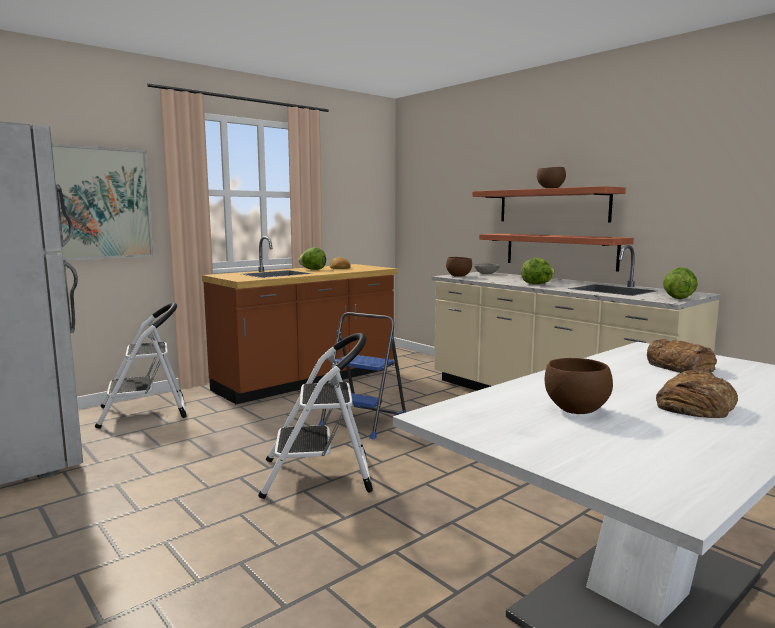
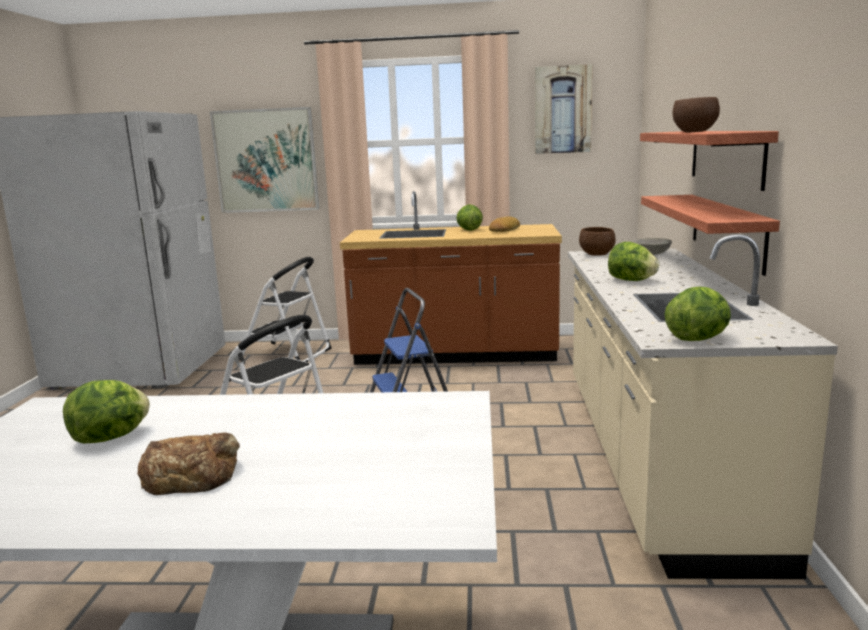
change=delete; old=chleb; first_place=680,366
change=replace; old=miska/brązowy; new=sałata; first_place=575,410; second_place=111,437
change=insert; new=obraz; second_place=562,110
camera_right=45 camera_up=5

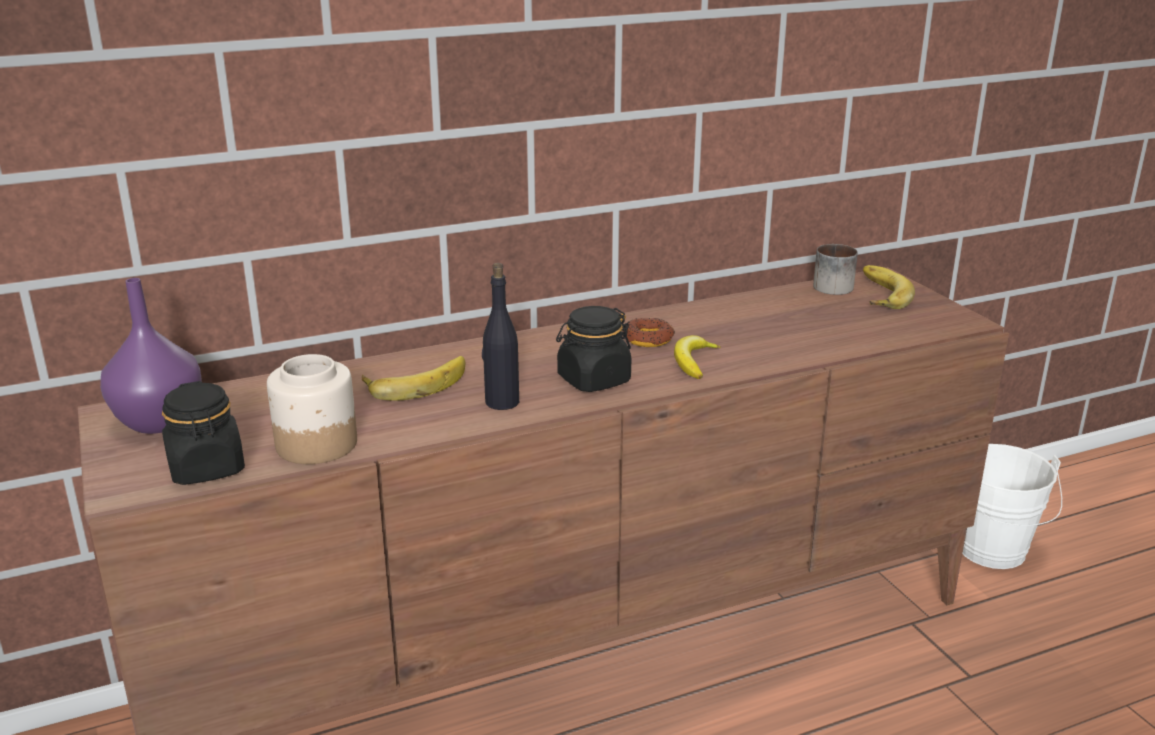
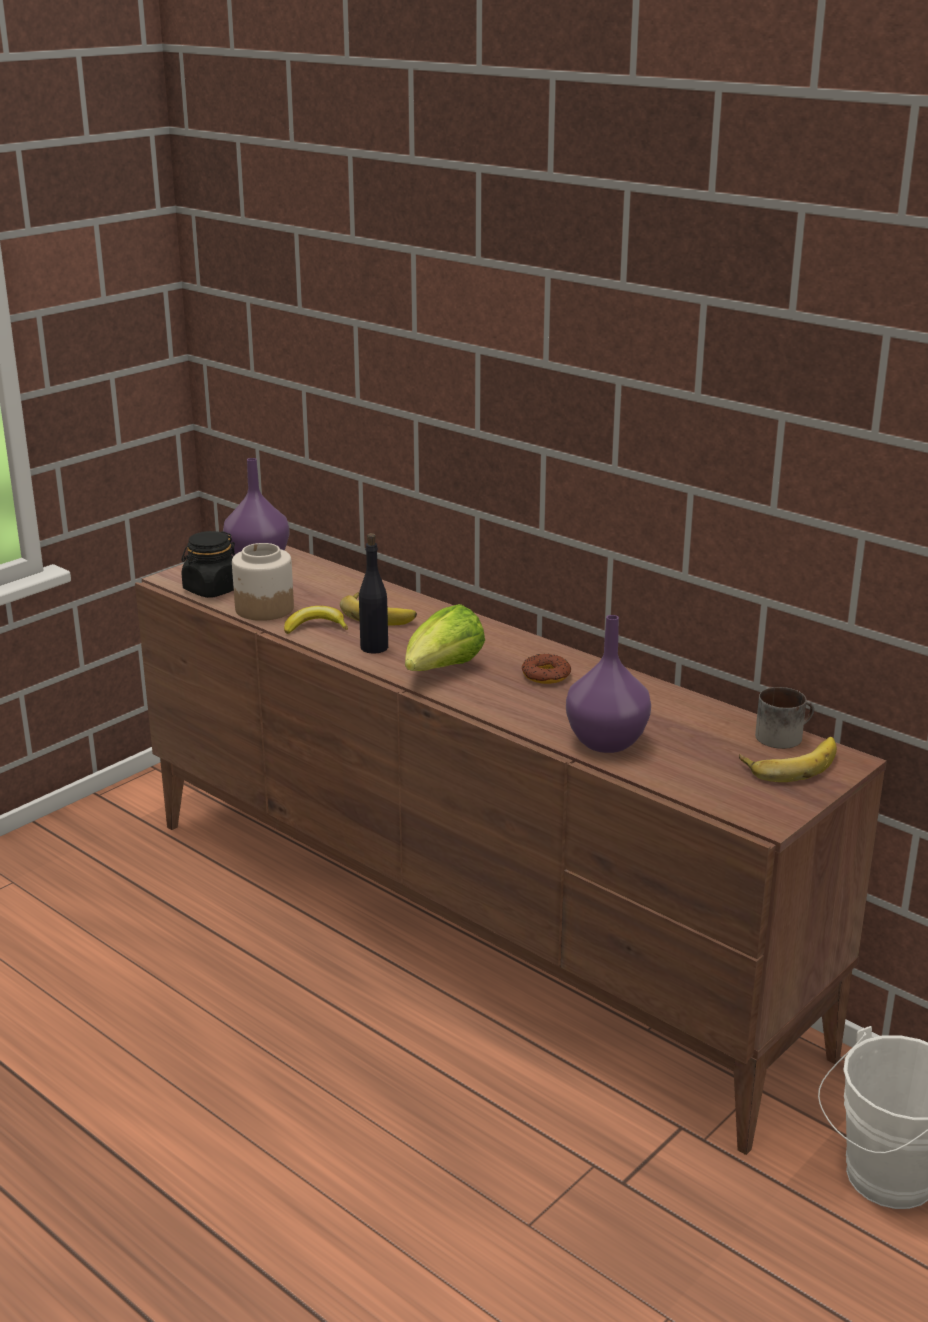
change=replace; old=słoik/czarny; new=sałata; first_place=593,380; second_place=443,670
change=move; old=banan; first_place=693,362; second_place=316,627
change=insert; new=wazon/fioletowy; second_place=604,742
camera_right=65 camera_up=0

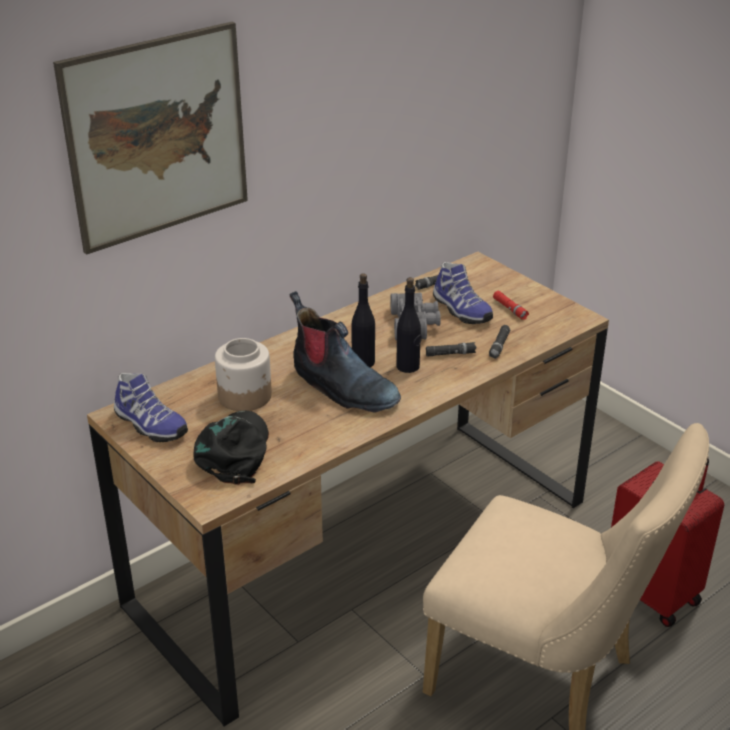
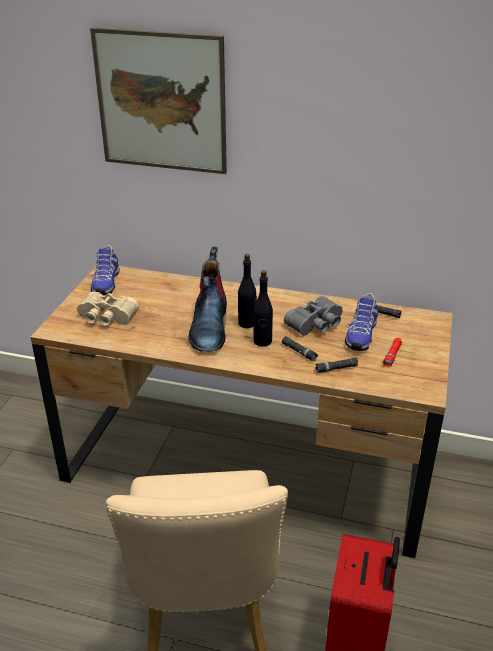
change=delete; old=słoik; first_place=245,396
change=replace; old=czapka z daszkiem/czarny; new=lornetka/beżowy; first_place=234,451; second_place=106,318
camera_right=55 camera_up=0

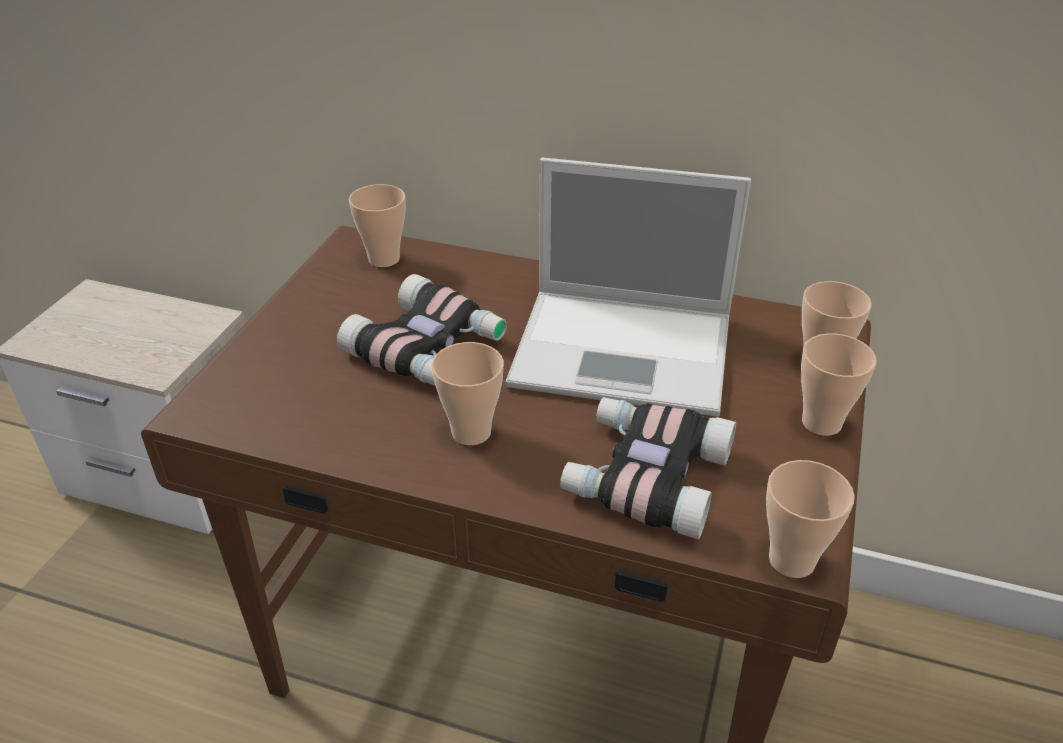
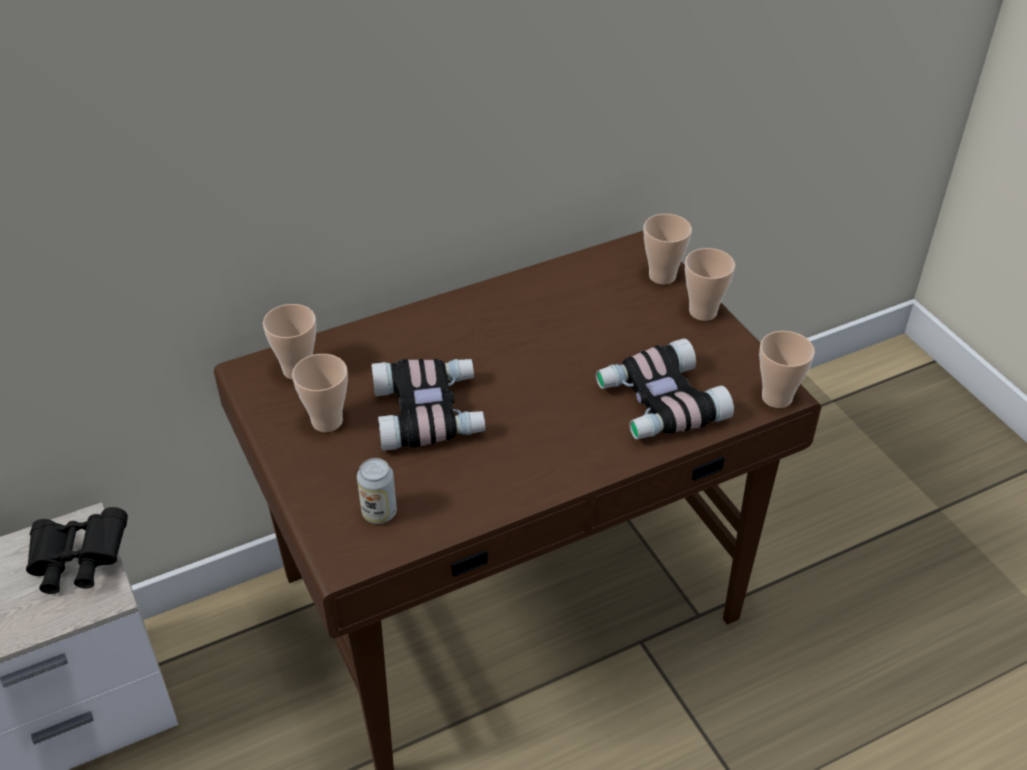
change=delete; old=laptop; first_place=627,351
change=move; old=filiżanka; first_place=471,432; second_place=327,421
change=insert; new=puszka; second_place=379,512
change=insert; new=lornetka/czarny; second_place=78,563
camera_right=-45 camera_up=5

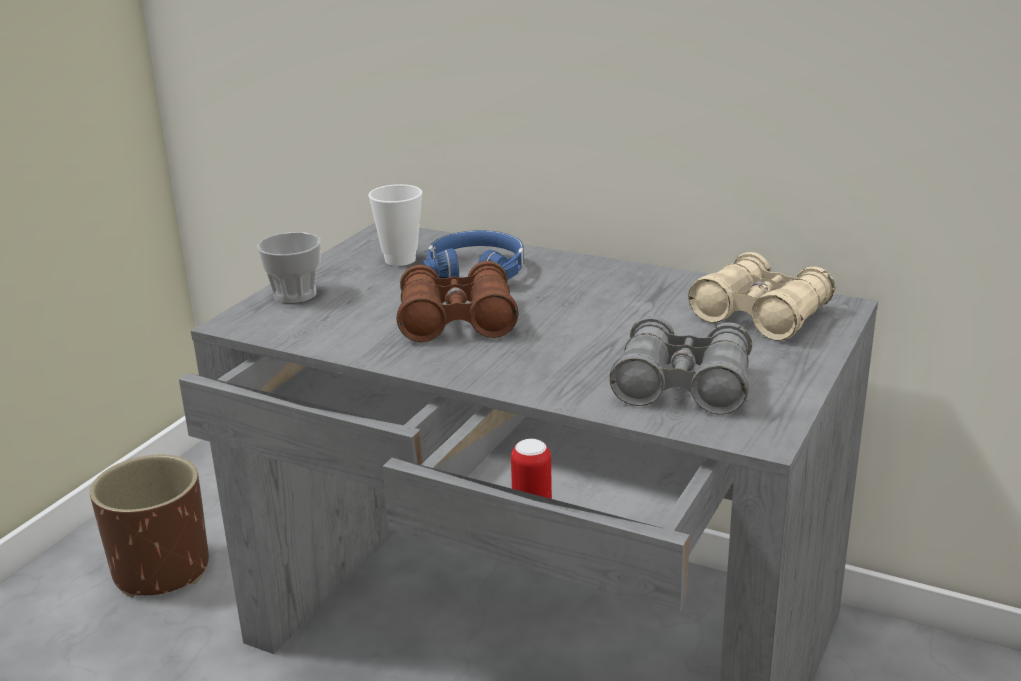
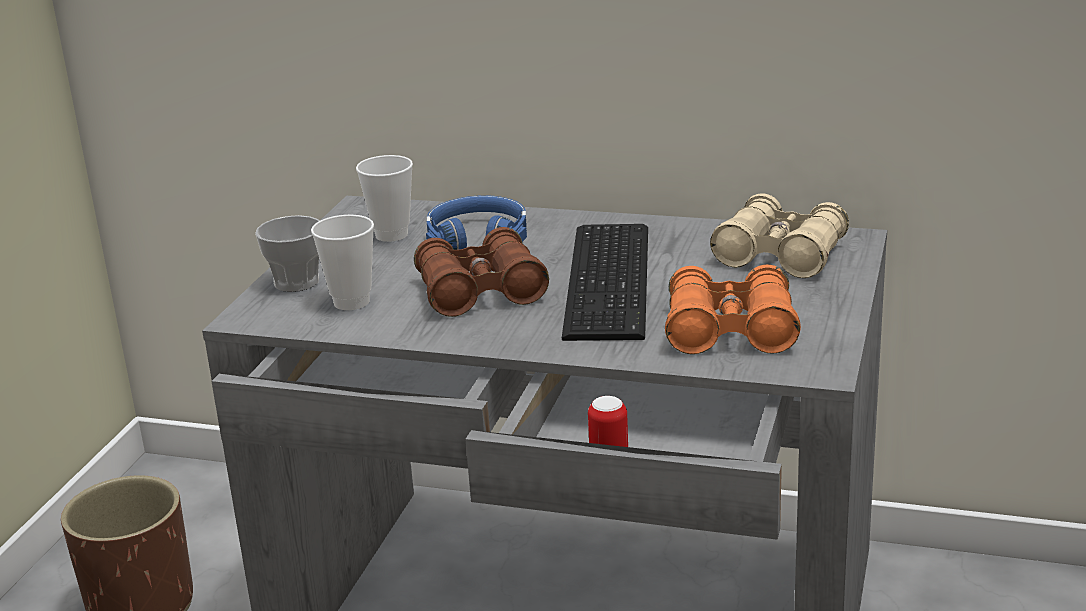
change=recolor; old=lornetka/szary; new=lornetka/pomarańczowy; first_place=683,386; second_place=730,331
change=insert; new=filiżanka; second_place=351,302
change=insert; new=klawiatura; second_place=612,279
camera_right=-10 camera_up=0

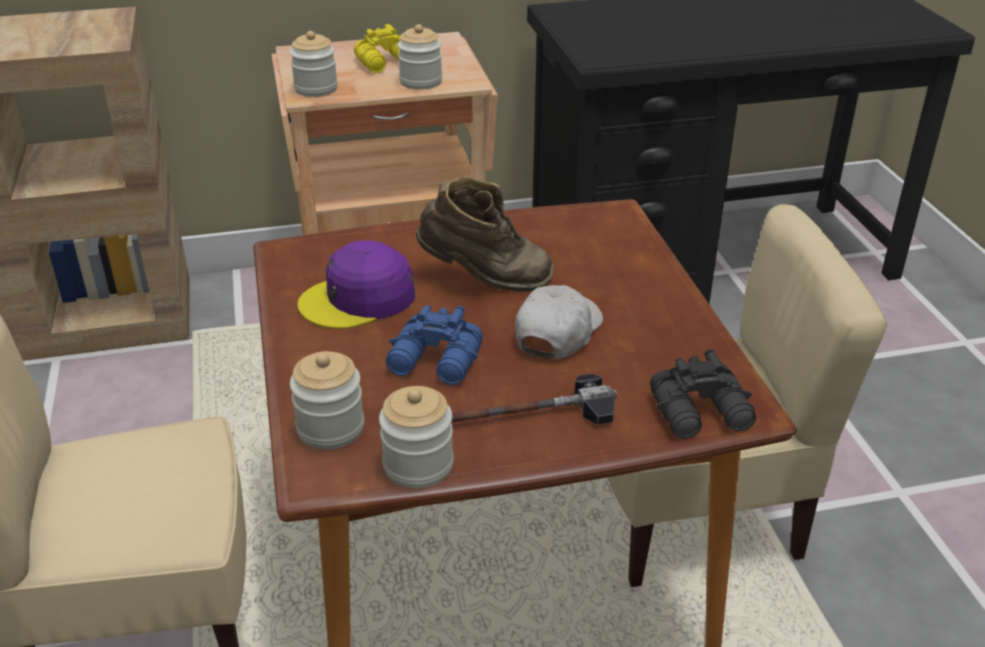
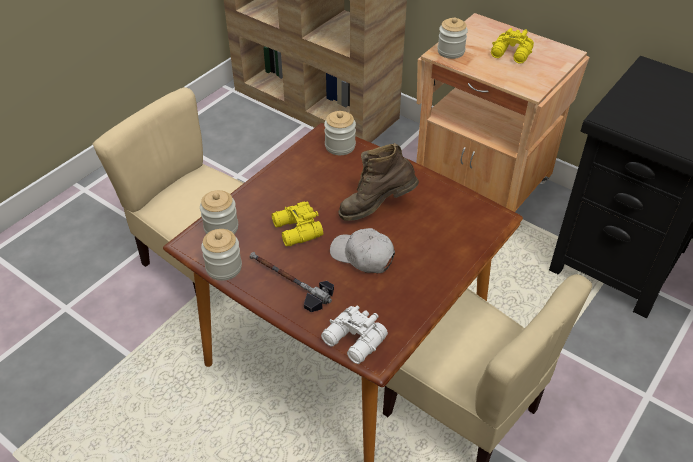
change=move; old=słoik; first_place=421,82; second_place=340,146
change=rotate; old=but z cholewką/brązowy; first_place=485,280; second_place=376,208; degrees=105
change=delete; old=czapka z daszkiem/fioletowy; first_place=359,299
change=rotate; old=czapka z daszkiem/biały; first_place=557,332; second_place=362,256; degrees=-135
change=recolor; old=lornetka/niebieski; new=lornetka/żółty; first_place=436,362; second_place=296,231
change=recolor; old=lornetka/czarny; new=lornetka/biały; first_place=703,413; second_place=354,341
camera_right=50 camera_up=10

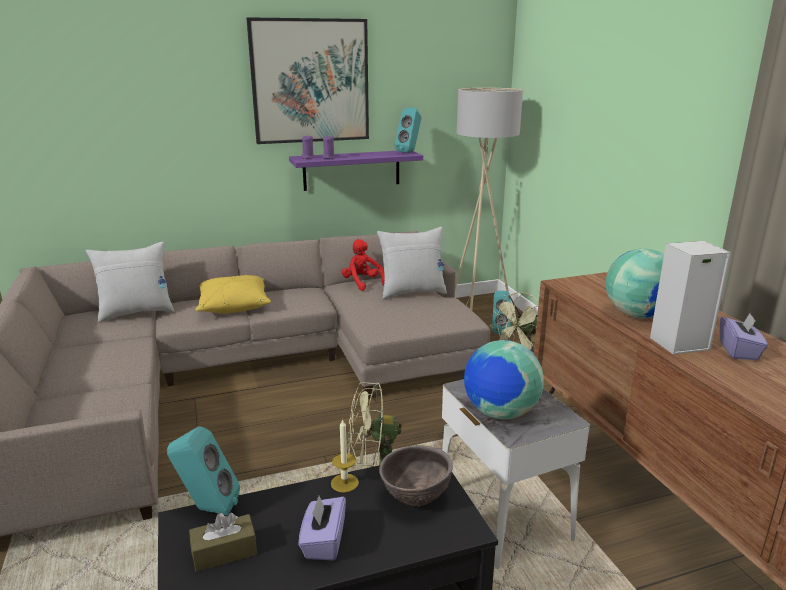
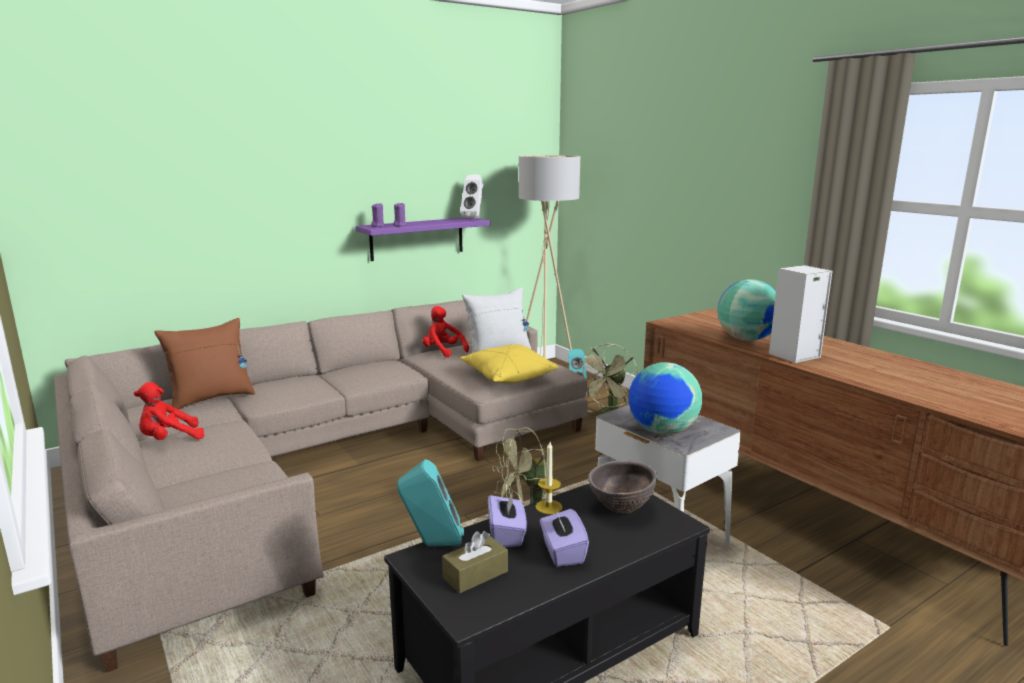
change=delete; old=obraz; first_place=310,81
change=recolor; old=głośnik/turkusowy; new=głośnik/biały; first_place=409,152; second_place=474,218
change=recolor; old=poduszka/szary; new=poduszka/brązowy; first_place=136,313; second_place=211,399
change=move; old=poduszka/żółty; first_place=233,305; second_place=508,376
change=move; old=pudełko chusteczek/fioletowy; first_place=739,351; second_place=507,535
change=insert; new=pluszak/czerwony; second_place=169,440
camera_right=-15 camera_up=-5

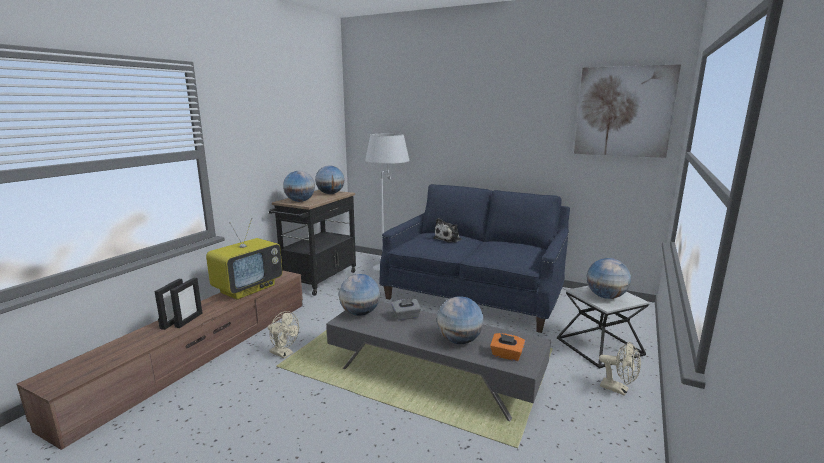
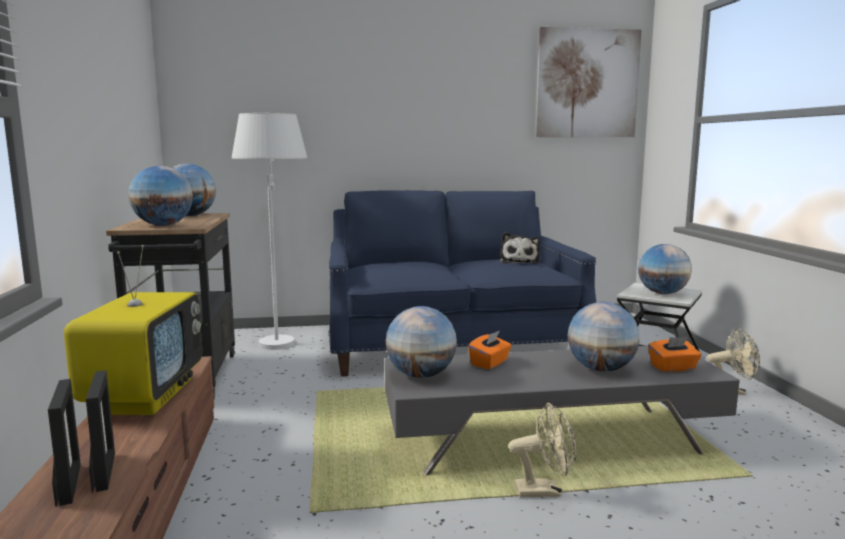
change=move; old=pluszak; first_place=449,239; second_place=519,261
change=recolor; old=pudełko chusteczek/szary; new=pudełko chusteczek/pomarańczowy; first_place=406,316; second_place=490,363
change=move; old=wentylator/beżowy; first_place=284,354; second_place=544,490
camera_right=-35 camera_up=-5

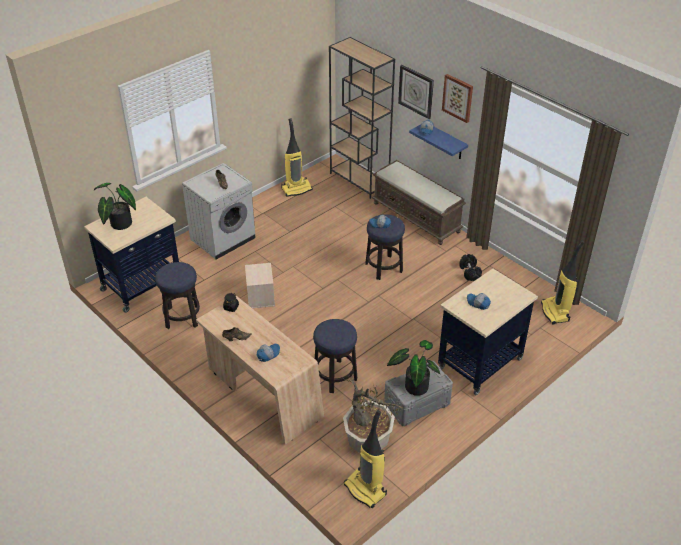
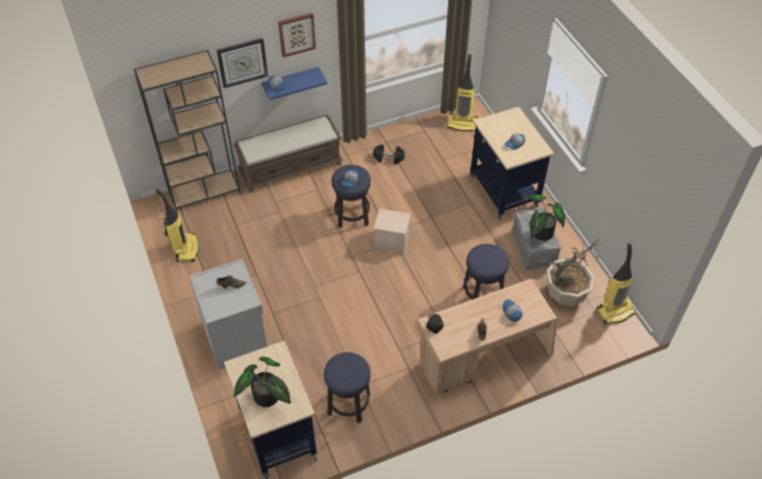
change=move; old=pojemnik do przechowywania/beżowy; first_place=260,296; second_place=391,240
camera_right=-70 camera_up=10

